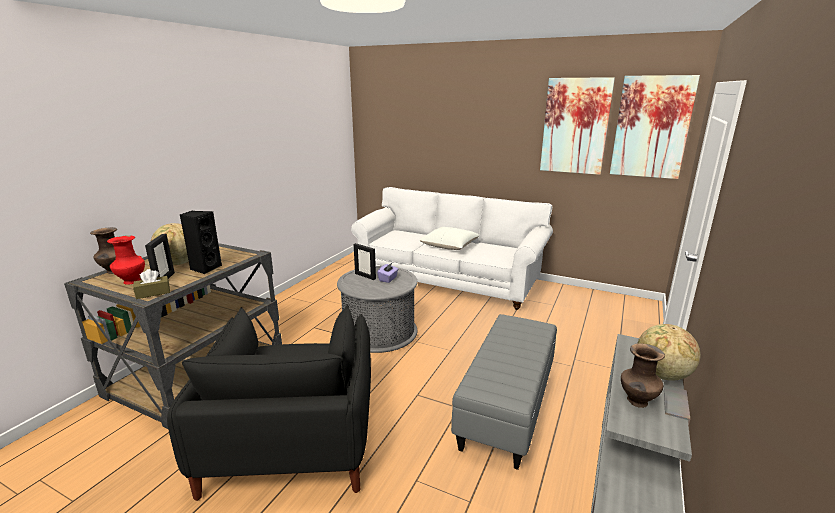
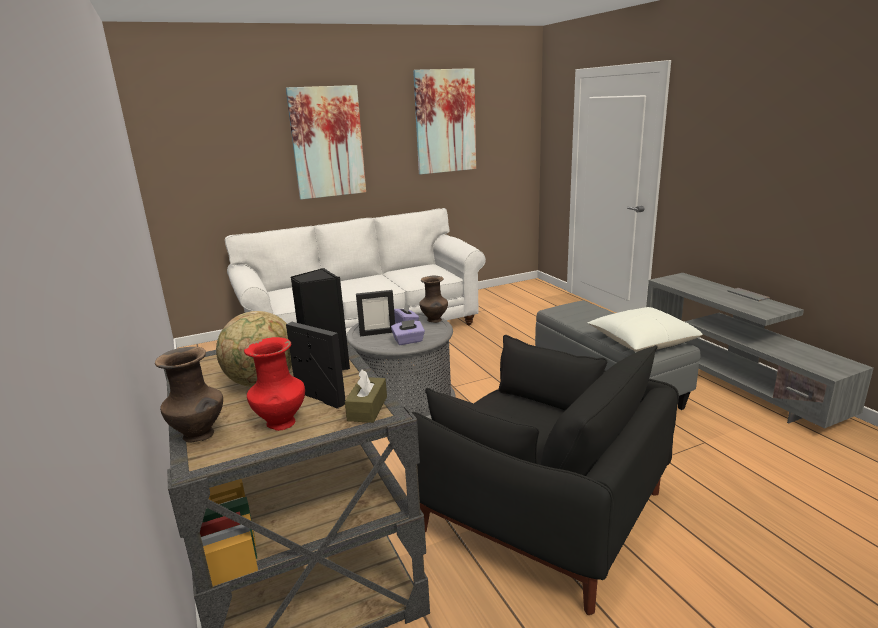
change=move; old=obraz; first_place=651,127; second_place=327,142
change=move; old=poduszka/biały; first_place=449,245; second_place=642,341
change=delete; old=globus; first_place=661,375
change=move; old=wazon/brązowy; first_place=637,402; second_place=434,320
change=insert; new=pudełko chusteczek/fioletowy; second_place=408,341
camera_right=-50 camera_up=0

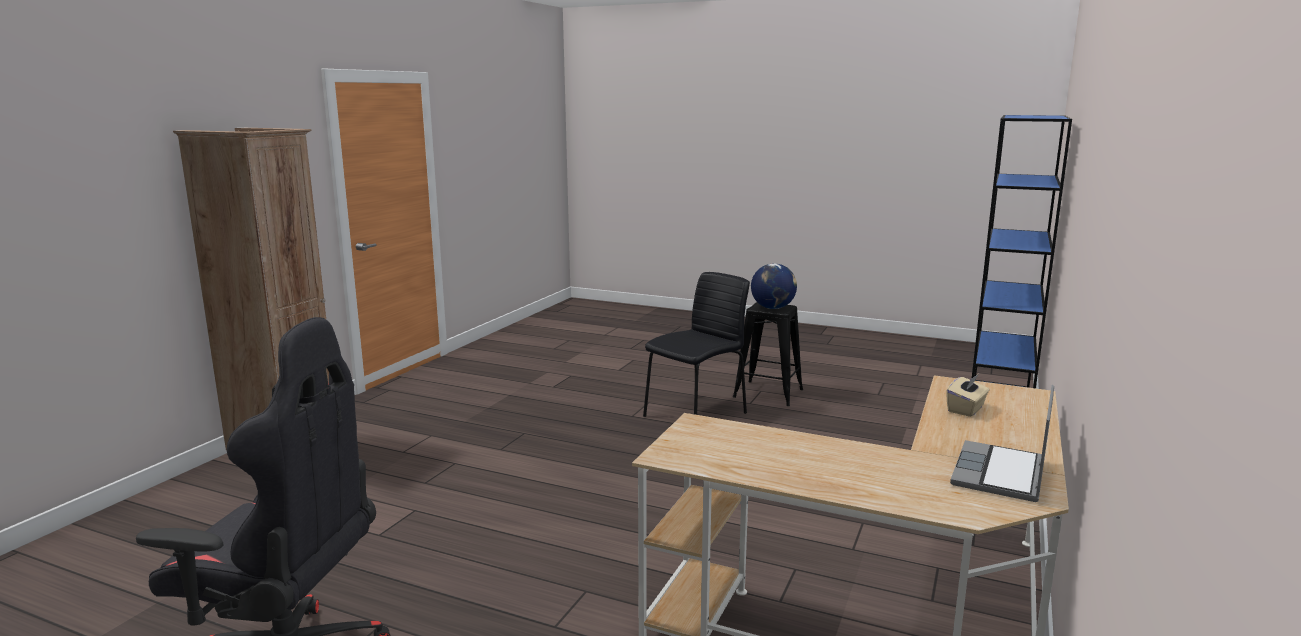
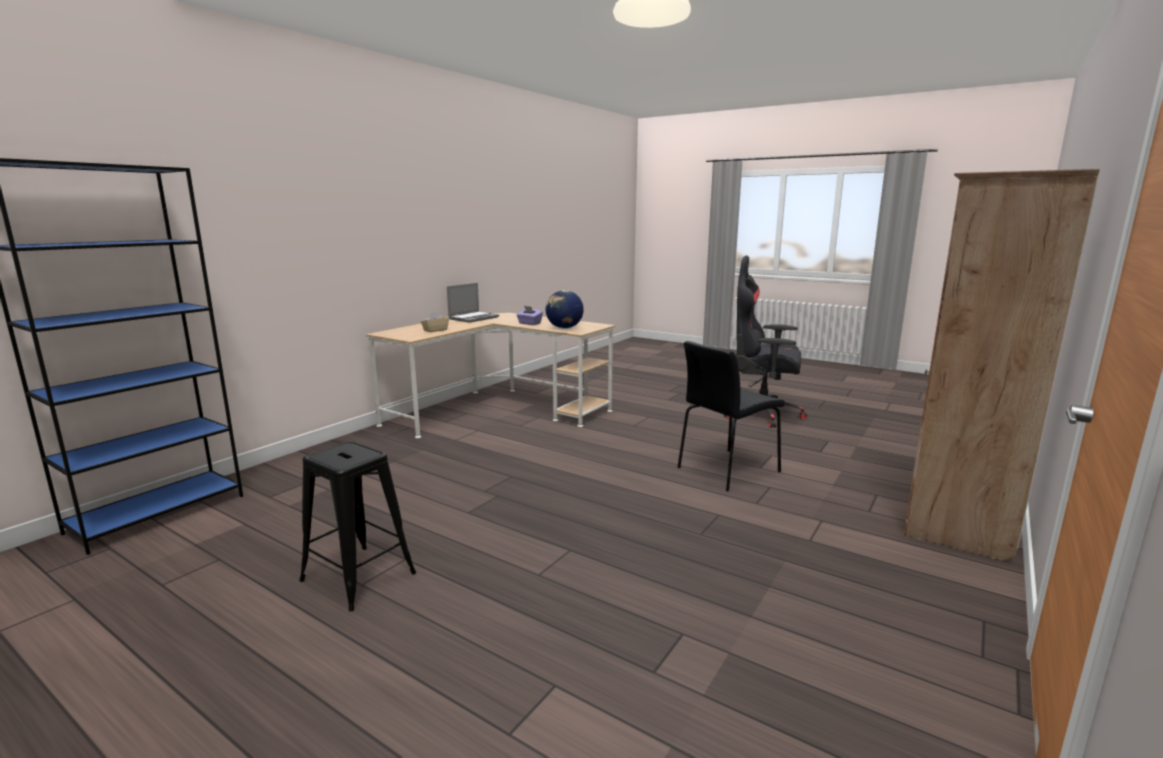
change=move; old=globus; first_place=773,308; second_place=564,328
change=move; old=krzesło/czarny; first_place=698,413; second_place=725,470
change=insert; new=pudełko chusteczek/fioletowy; second_place=529,323
camera_right=-170 camera_up=0

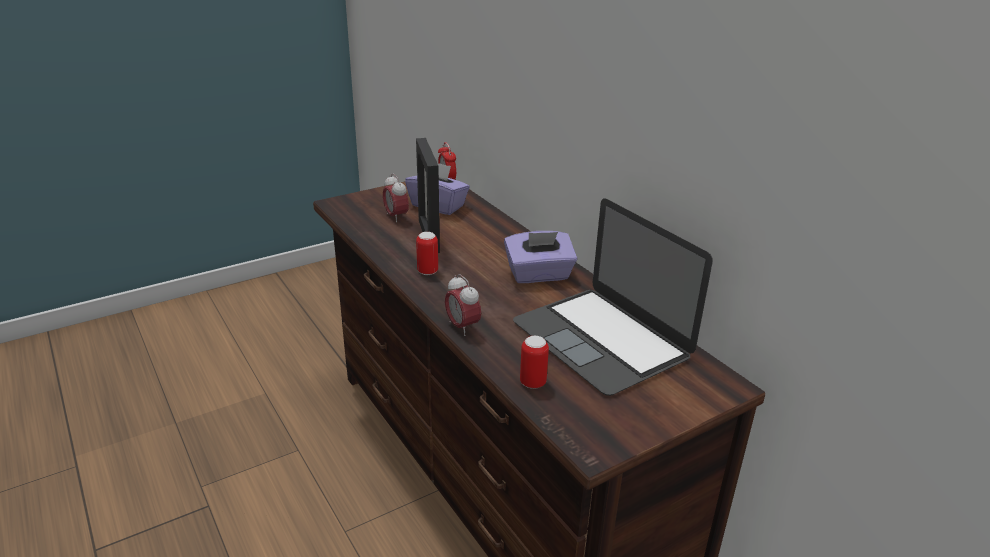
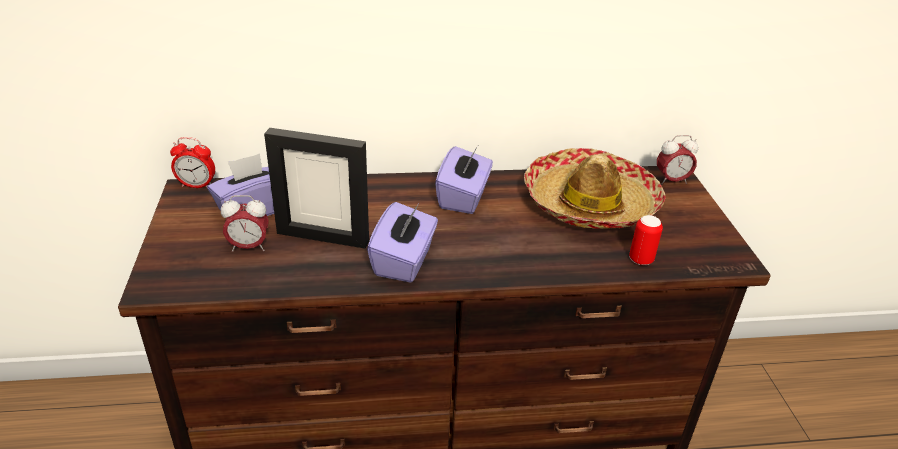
change=replace; old=laptop; new=kapelusz; first_place=601,339; second_place=590,204
change=replace; old=puszka; new=pudełko chusteczek/fioletowy; first_place=427,271; second_place=404,261
change=move; old=budzik; first_place=462,327; second_place=671,181
camera_right=-65 camera_up=5

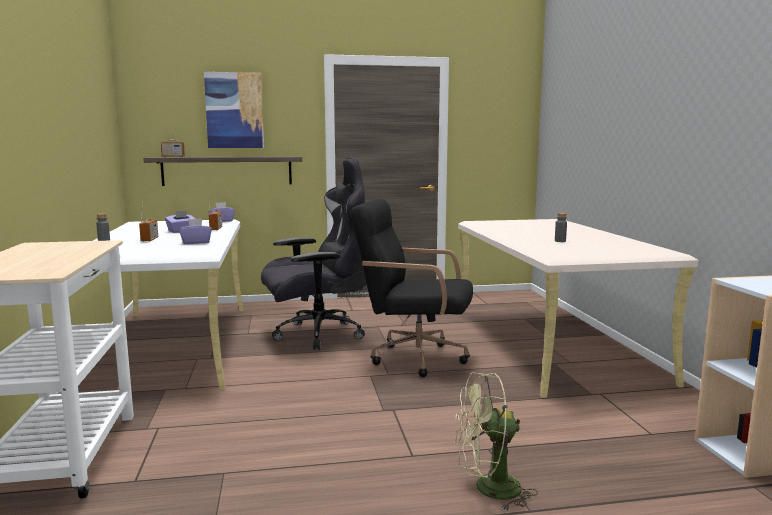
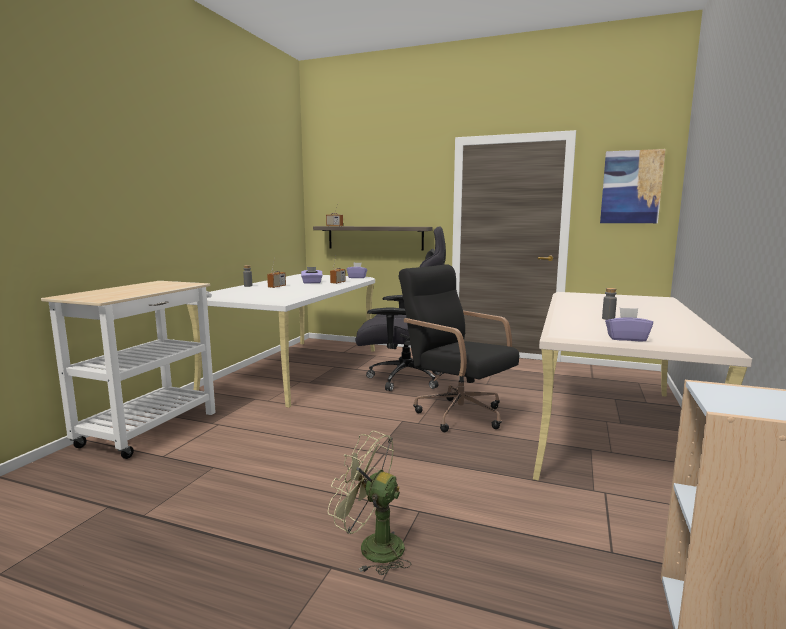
change=move; old=obraz; first_place=234,110; second_place=631,187
change=move; old=pudełko chusteczek/fioletowy; first_place=196,242; second_place=626,338
camera_right=30 camera_up=0

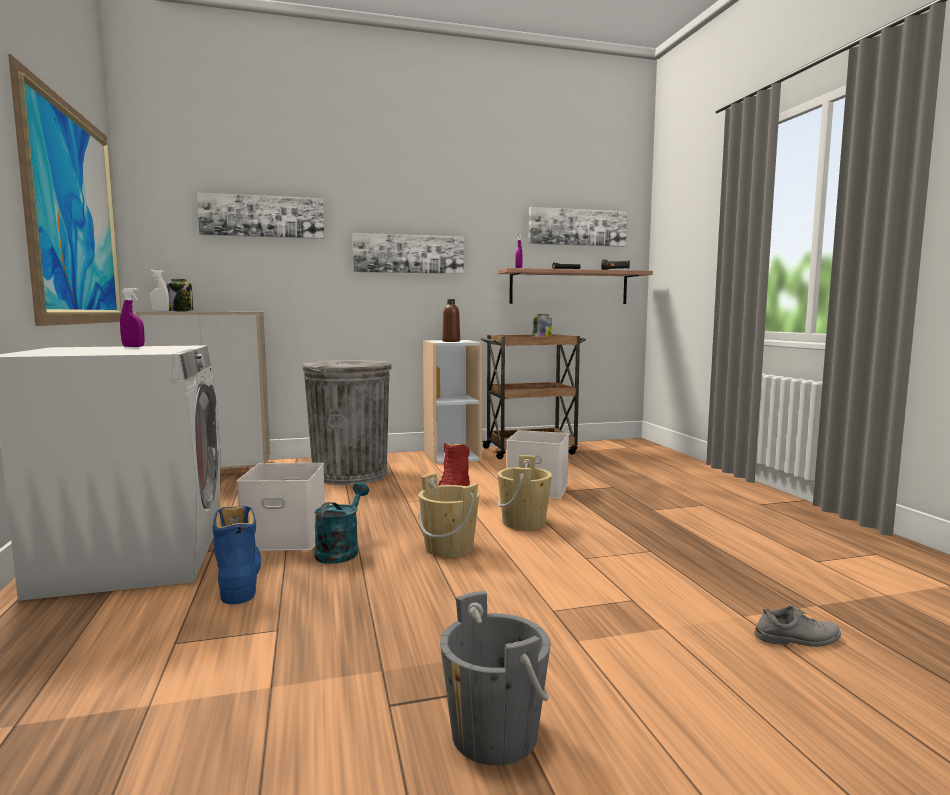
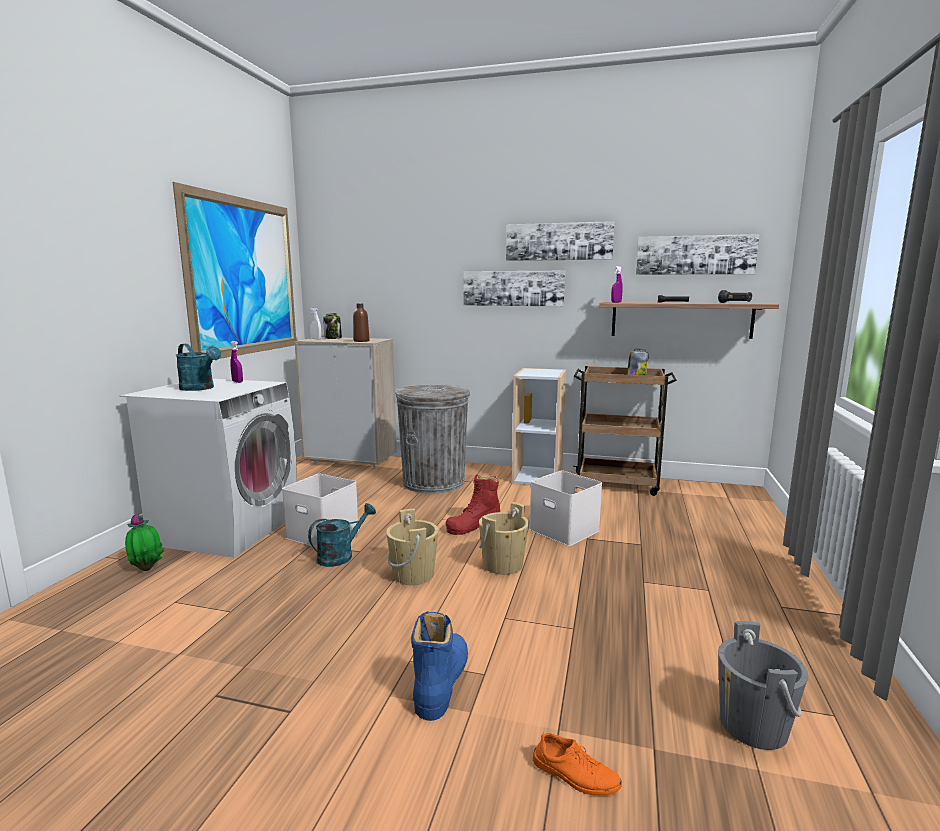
change=move; old=obraz; first_place=262,216; second_place=559,241
change=move; old=butelka/brązowy; first_place=451,341; second_place=361,341
change=move; old=but z cholewką/niebieski; first_place=240,581; second_place=441,681
change=move; old=wiadro/szary; first_place=494,734; second_place=753,725
change=recolor; old=but/szary; new=but/pomarańczowy; first_place=797,638; second_place=575,774
change=insert; new=konewka/turkusowy; second_place=200,388
change=insert; new=roślina doniczkowa; second_place=147,568
camera_right=30 camera_up=5

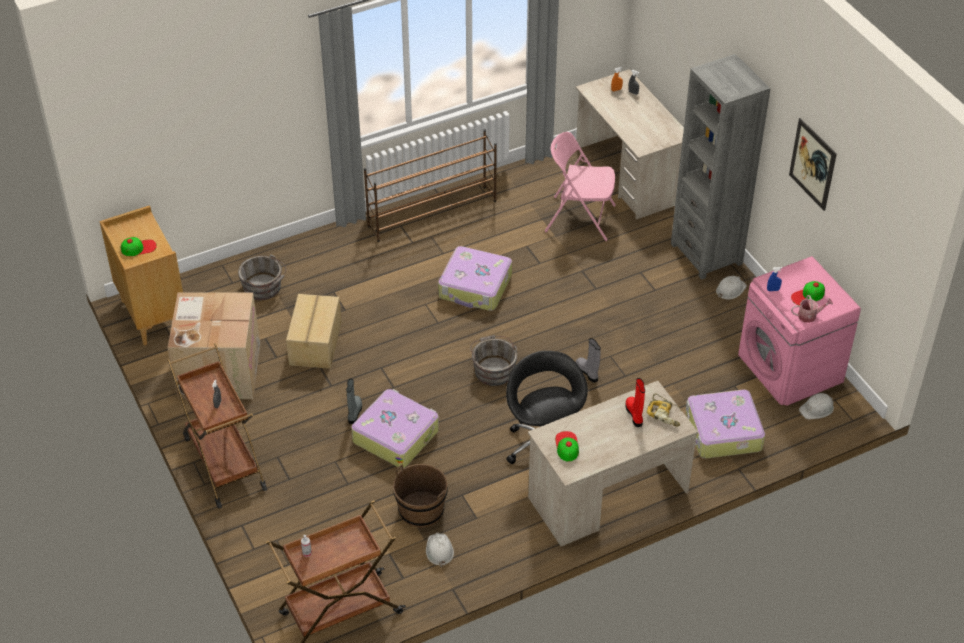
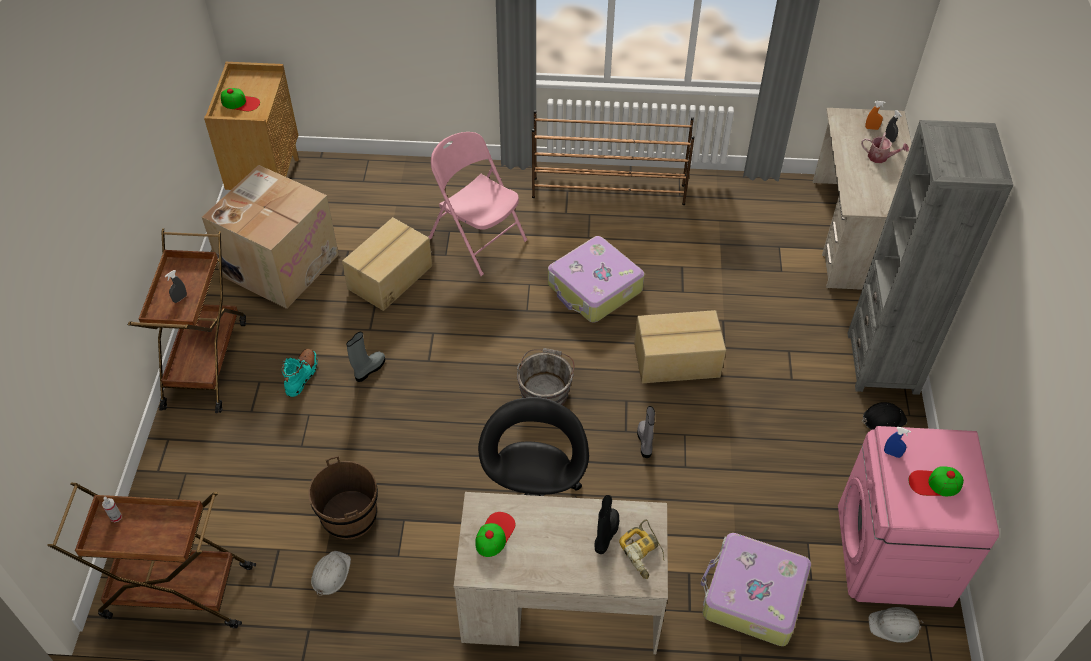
change=delete; old=obraz; first_place=812,164
change=move; old=krzesło/różowy; first_place=580,218; second_place=478,239
change=delete; old=wiadro/szary; first_place=264,288
change=recolor; old=kask/biały; new=kask/czarny; first_place=730,289; second_place=883,419
change=move; old=konewka; first_place=809,316; second_place=881,157
change=recolor; old=but z cholewką/czerwony; new=but z cholewką/czarny; first_place=635,414; second_place=605,534
change=delete; old=walizka; first_place=396,435
change=insert; new=karton; second_place=677,361
change=insert; new=but z cholewką/turkusowy; second_place=302,375
camera_right=30 camera_up=5

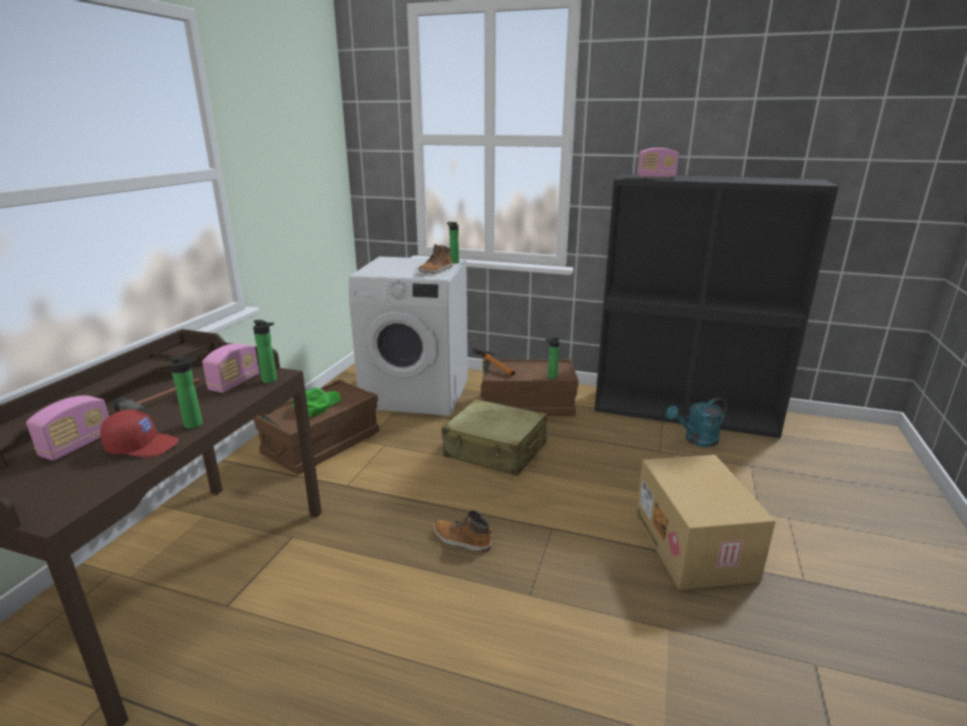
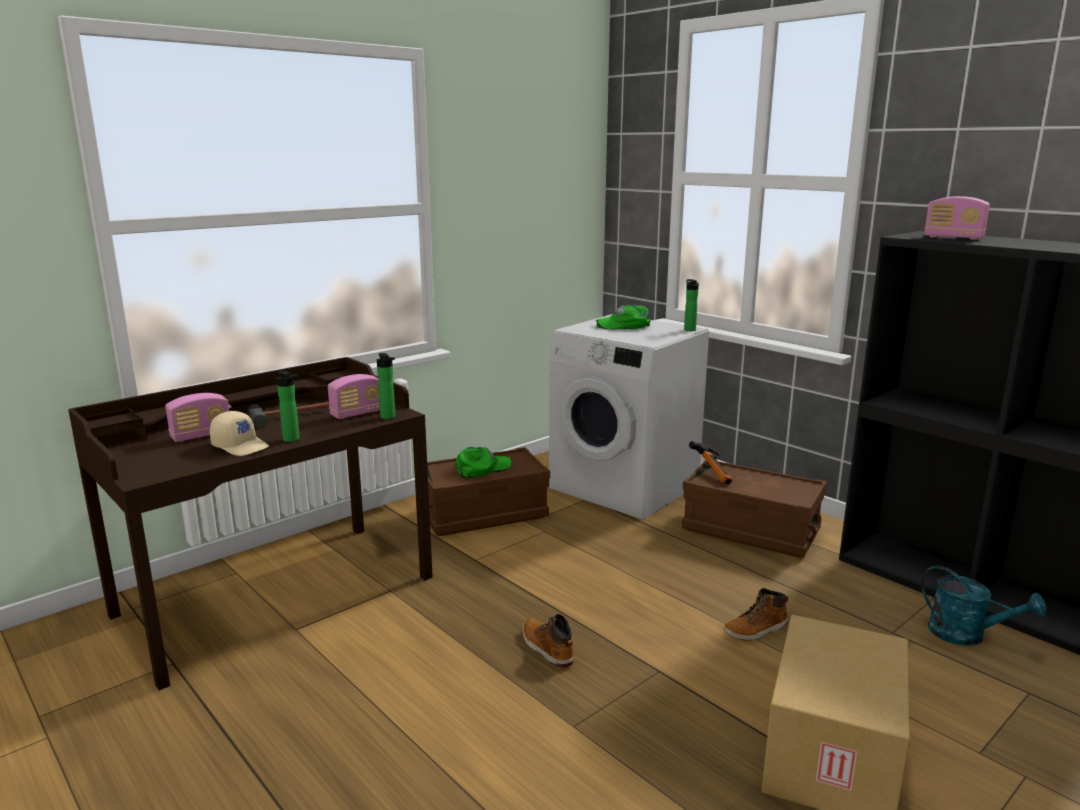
change=move; old=but z cholewką; first_place=436,270; second_place=756,630
change=delete; old=butelka; first_place=550,376
change=rotate; old=konewka/turkusowy; first_place=696,440; second_place=966,635; degrees=-150
change=delete; old=walizka/beżowy; first_place=495,450
change=recolor; old=czapka z daszkiem/czerwony; new=czapka z daszkiem/beżowy; first_place=143,445; second_place=241,446
change=insert; new=czapka z daszkiem/zielony; second_place=624,325
camera_right=30 camera_up=-5

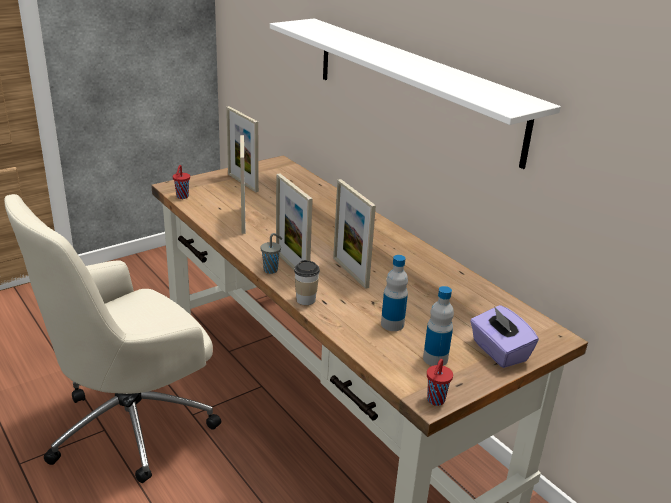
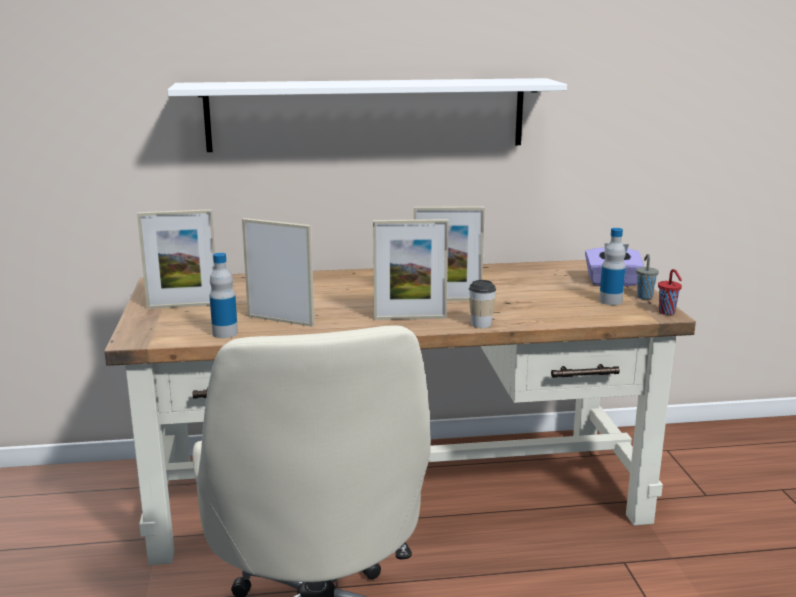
change=delete; old=filiżanka/czerwony; first_place=182,197
change=move; old=filiżanka/szary; first_place=271,270; second_place=644,297
change=move; old=butelka; first_place=392,324; second_place=225,333
camera_right=-60 camera_up=-10

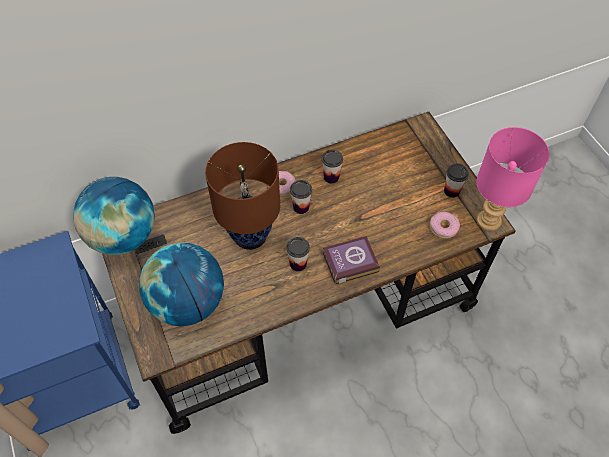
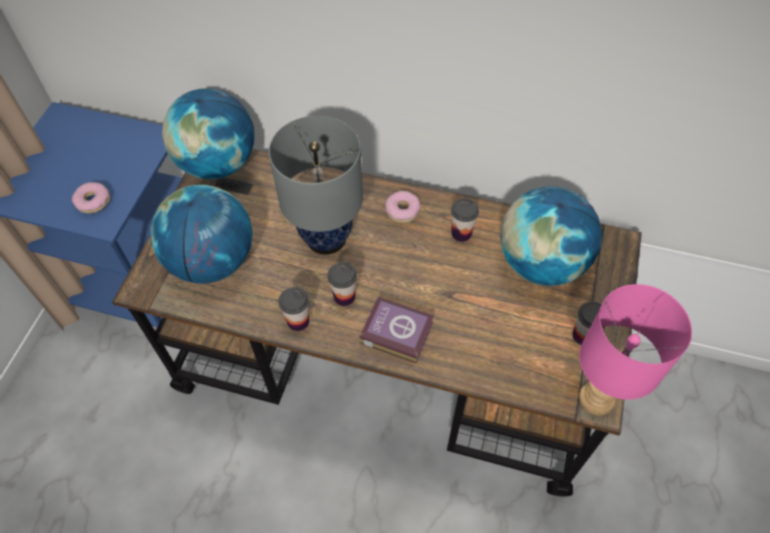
change=recolor; old=lampa stołowa/brązowy; new=lampa stołowa/szary; first_place=250,235; second_place=326,238
change=move; old=filiżanka; first_place=301,207; second_place=298,321
change=move; old=donut; first_place=443,227; second_place=93,201
change=insert; new=globus; second_place=541,263
camera_right=40 camera_up=0

